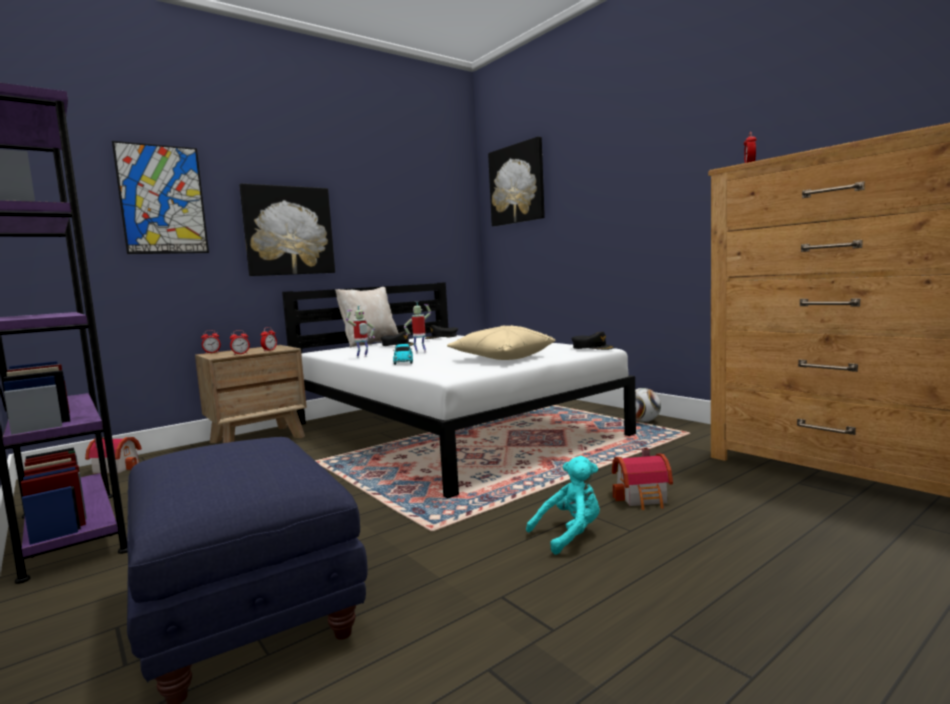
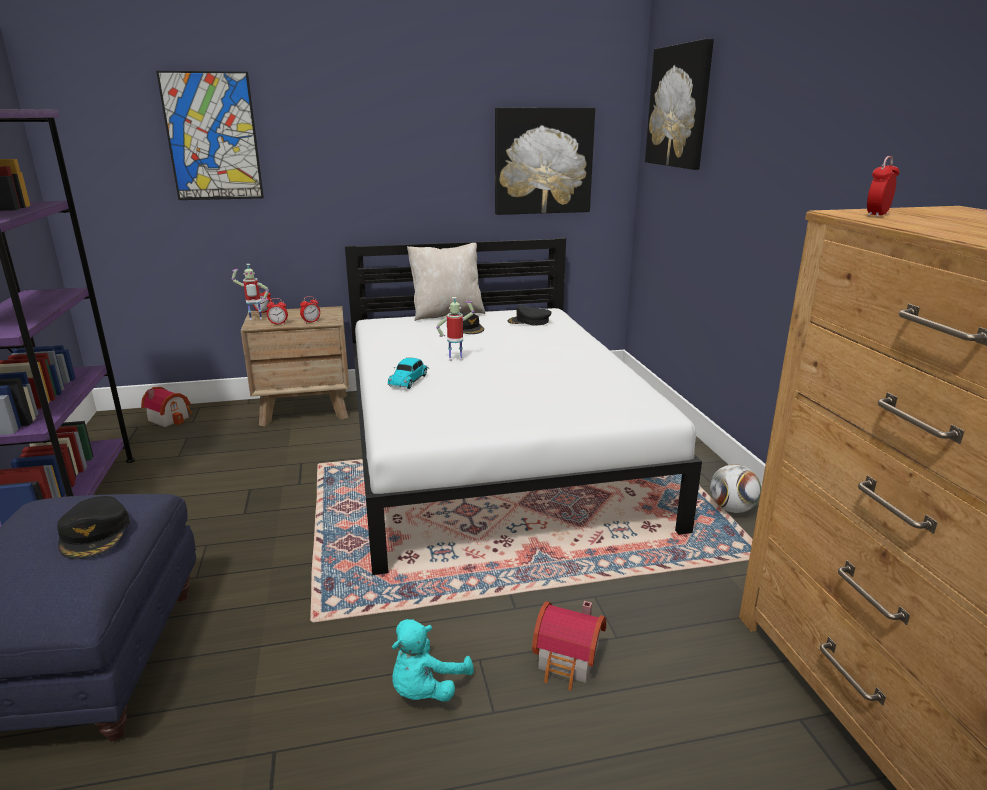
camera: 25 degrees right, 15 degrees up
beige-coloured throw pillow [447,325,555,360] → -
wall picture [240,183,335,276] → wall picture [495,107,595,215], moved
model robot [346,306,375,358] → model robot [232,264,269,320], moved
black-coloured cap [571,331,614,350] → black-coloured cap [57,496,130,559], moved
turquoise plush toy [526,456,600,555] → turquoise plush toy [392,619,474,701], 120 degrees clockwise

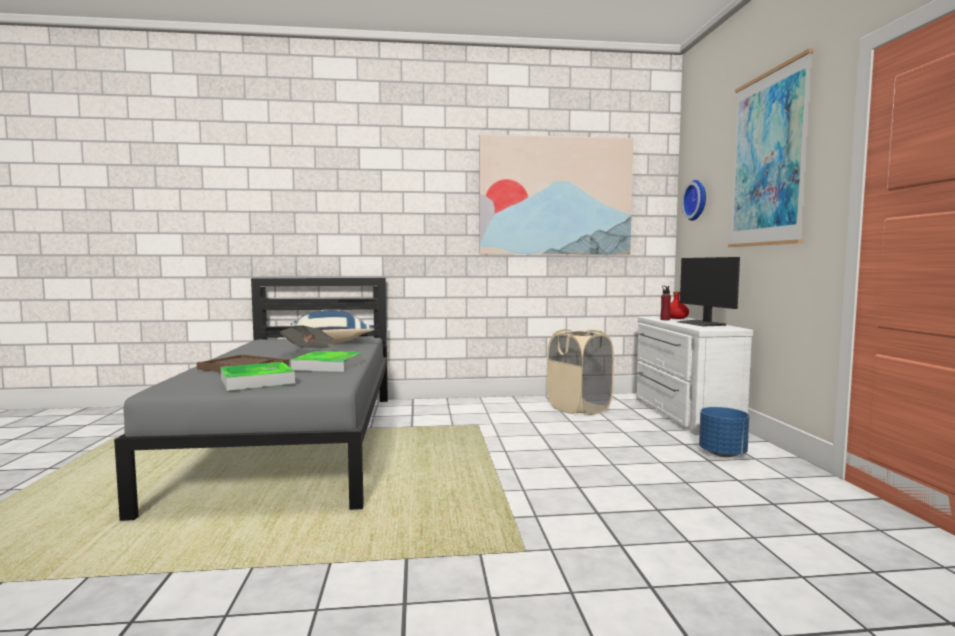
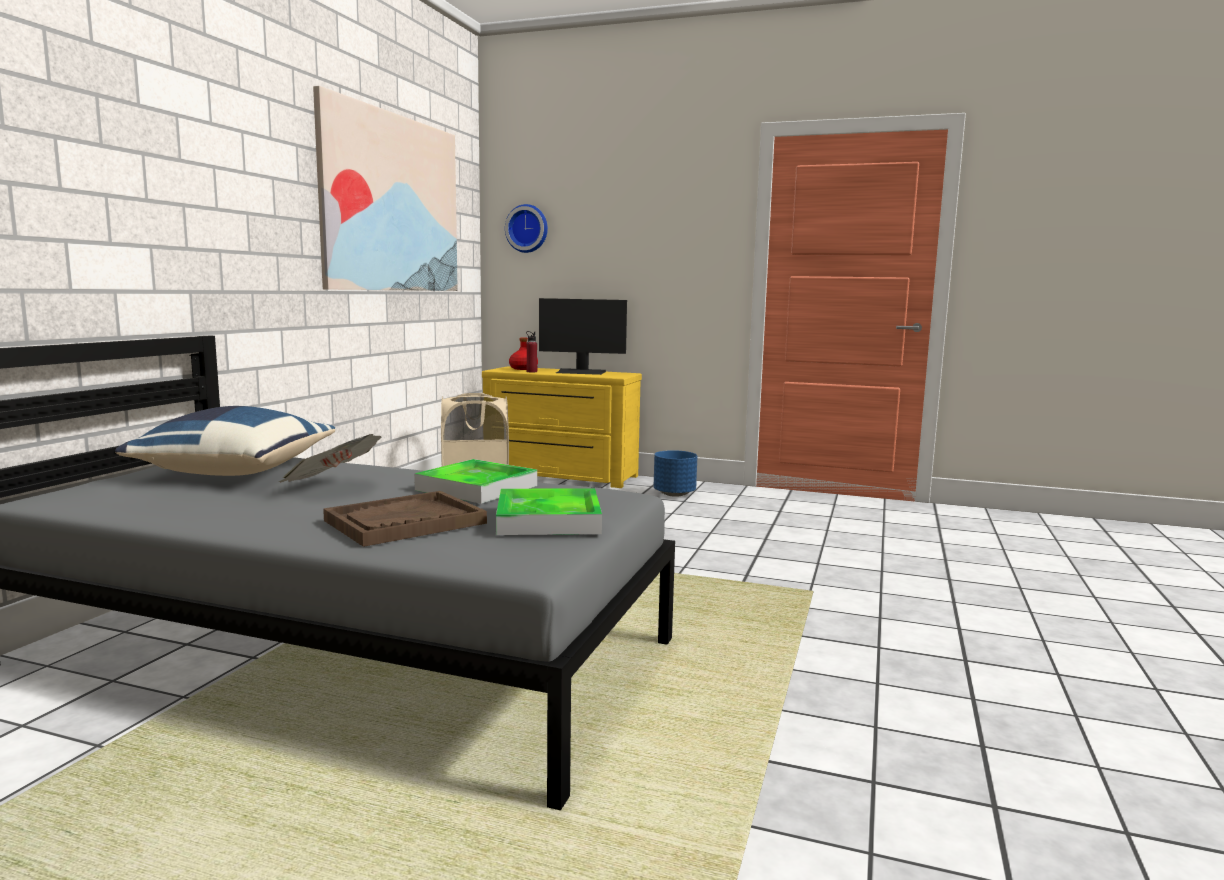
camera: 65 degrees left, 5 degrees up
wall picture [728,49,814,247] → -
whitish drawer chest [636,316,753,435] → yellow drawer chest [482,366,642,488]

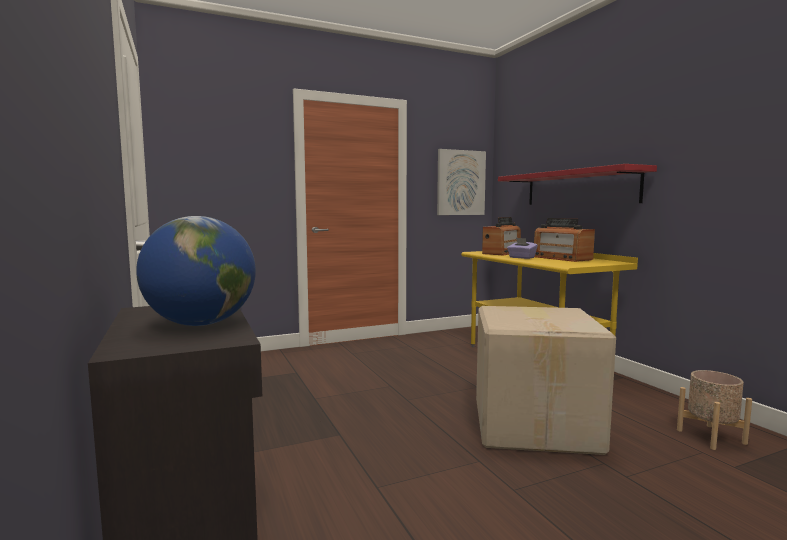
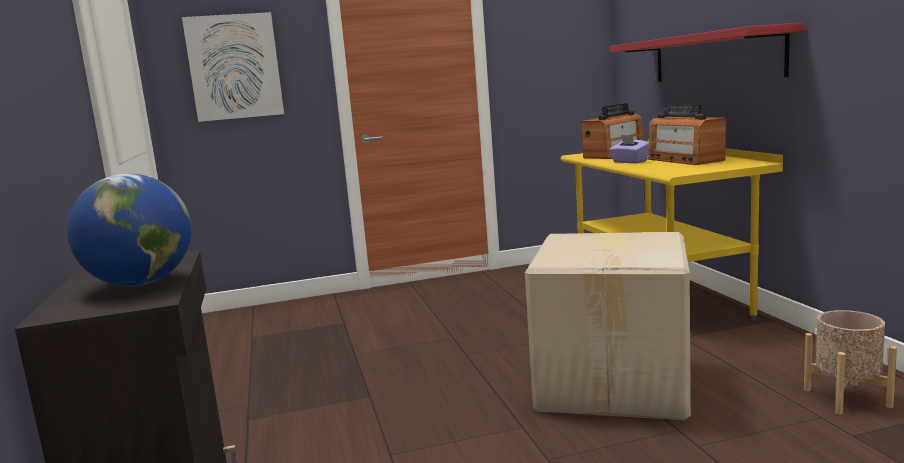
camera: 10 degrees right, 5 degrees up
wall picture [437,149,486,215] → wall picture [182,12,284,122], moved

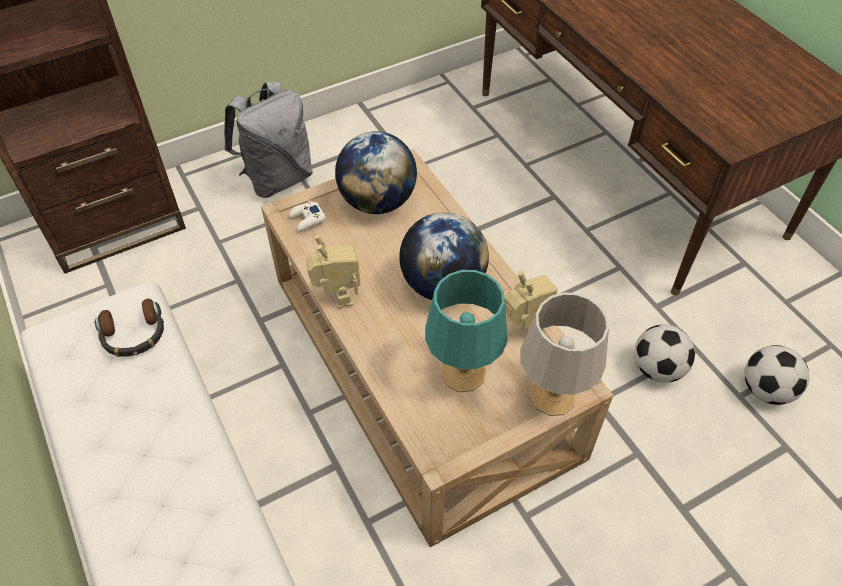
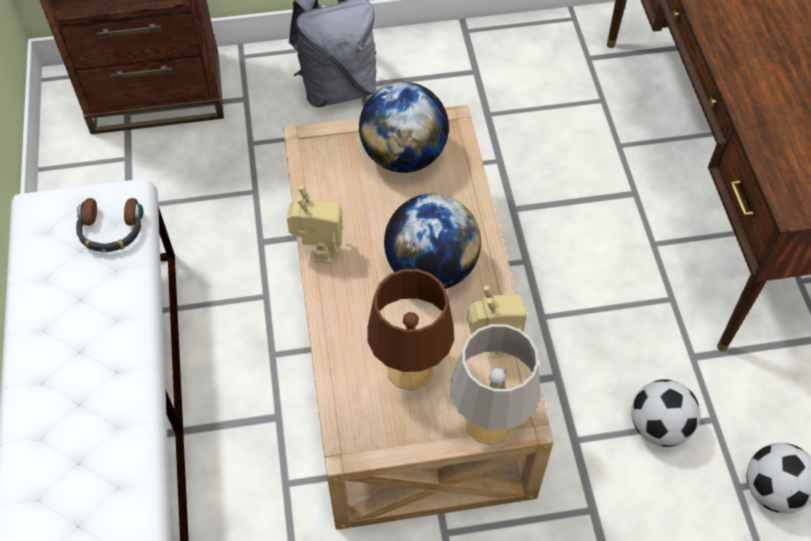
camera: 20 degrees right, 5 degrees up
whitish gamepad [289,201,326,232] → -
turquoise tabletop lamp [425,270,508,392] → brown-coloured tabletop lamp [367,269,454,391]

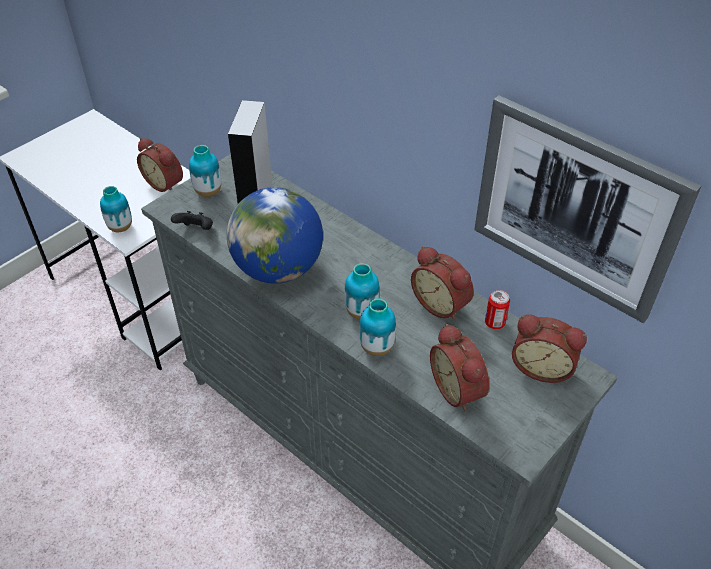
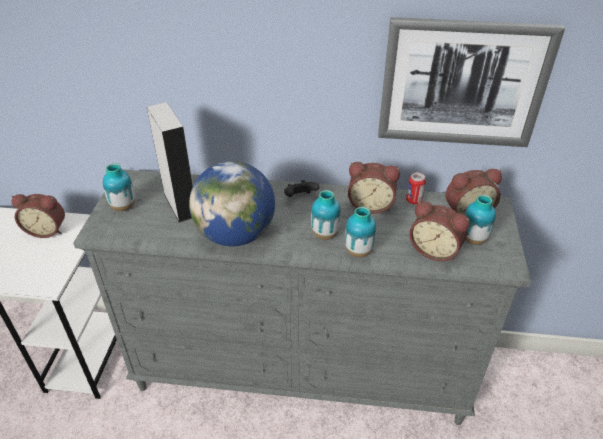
camera: 35 degrees left, 5 degrees down
vase [100,186,132,232] → vase [465,195,496,245], moved
black-coloured gamepad [171,211,213,230] → black-coloured gamepad [284,180,320,197], moved

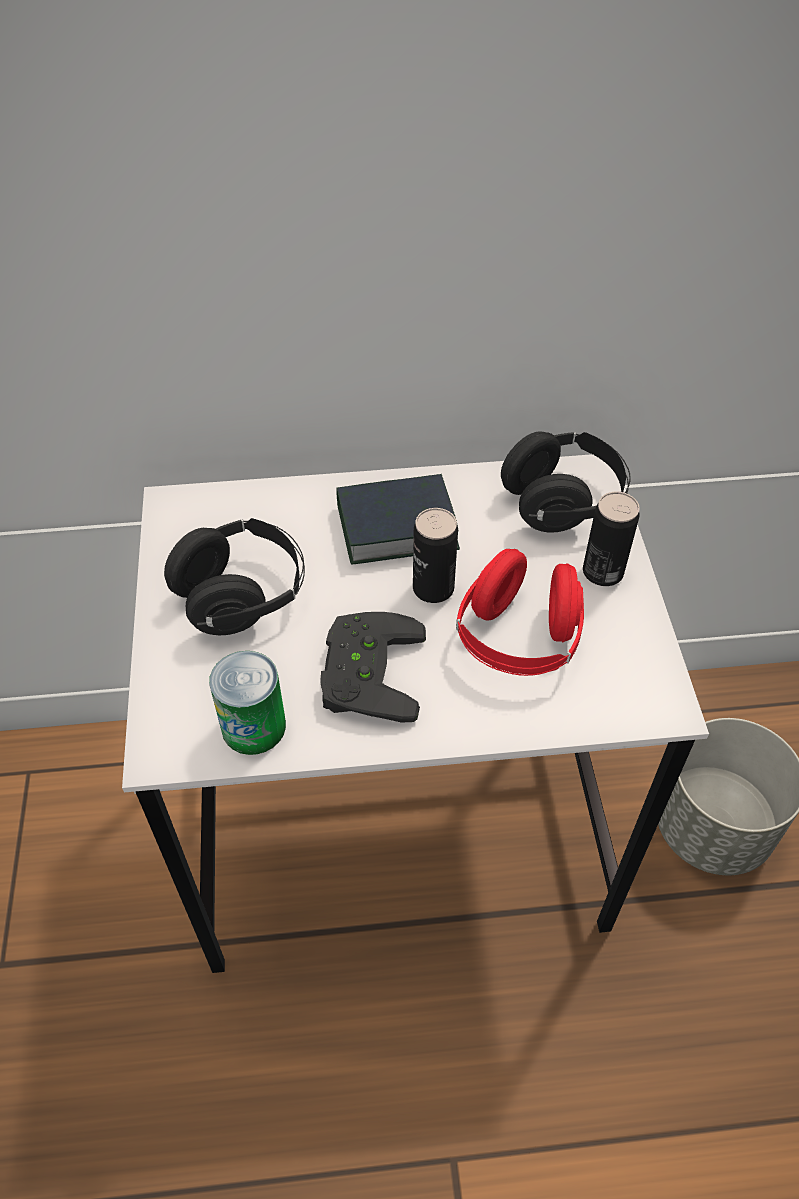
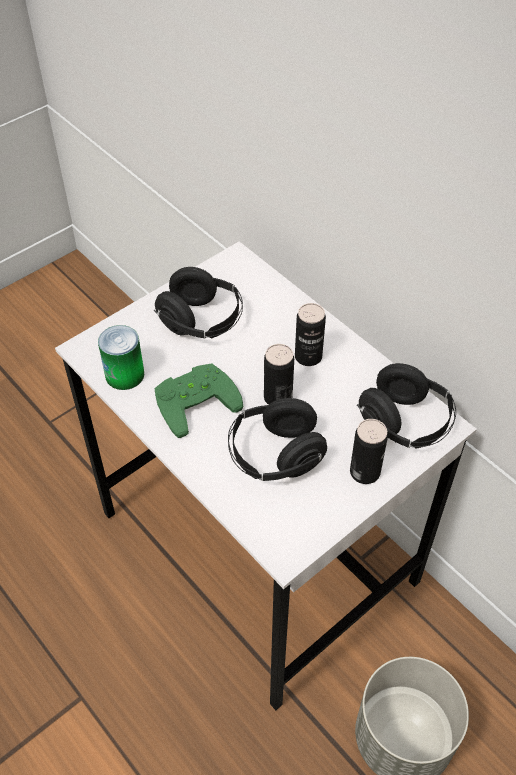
camera: 55 degrees right, 0 degrees up
book [336,474,460,564] → sealed can [295,303,326,366]
black-coloured gamepad [320,612,426,722] → greenish gamepad [155,363,243,438]
red pair of headphones [456,549,584,676] → black-coloured pair of headphones [228,398,327,481]

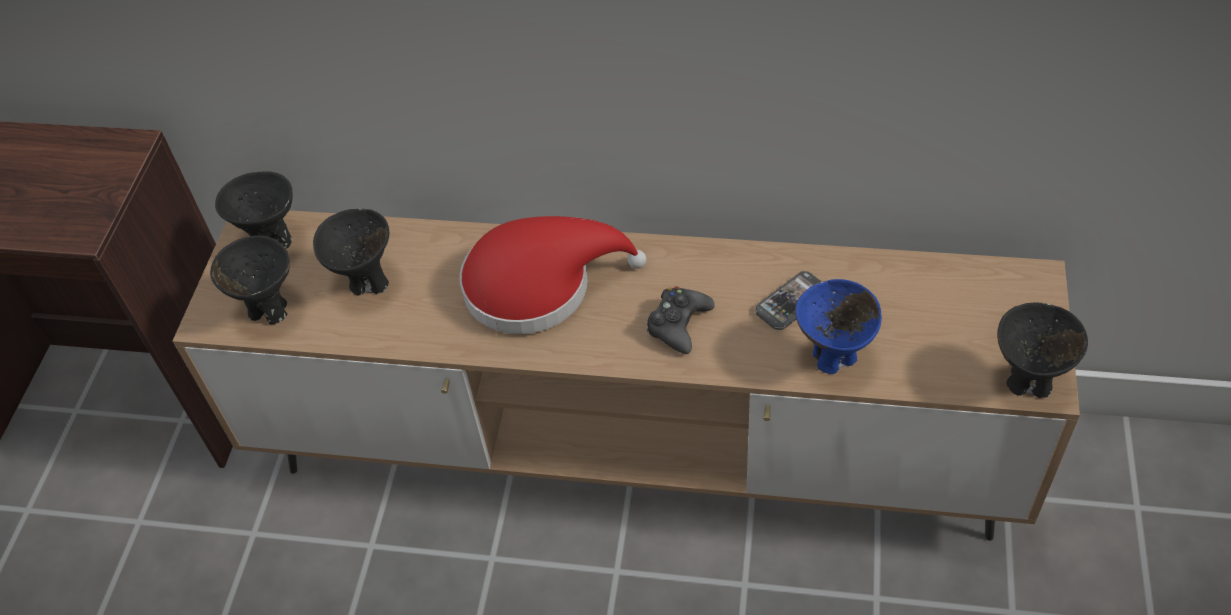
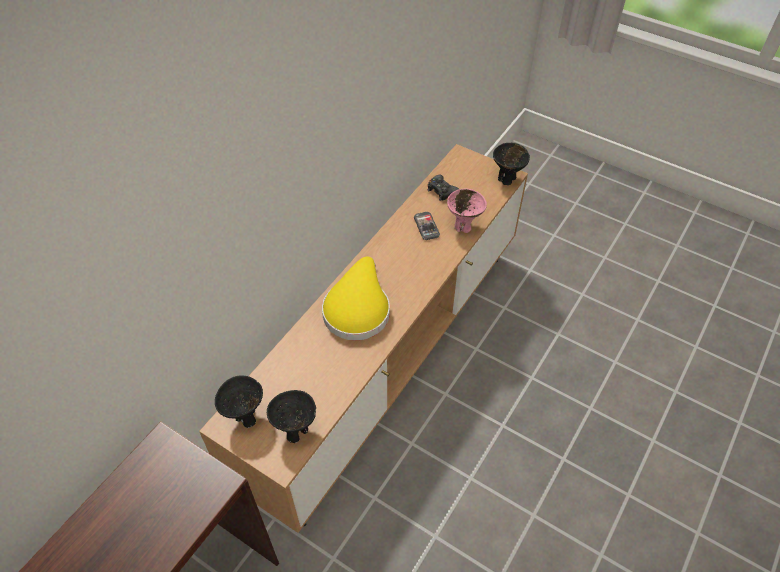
camera: 70 degrees left, 0 degrees up
black-coloured bowl [313,209,389,296] → -
black-coloured gamepad [647,286,715,354] → black-coloured gamepad [427,174,459,201], moved
red clothing hat [459,216,647,334] → yellow clothing hat [322,257,390,341]
bluish bowl [795,279,882,374] → pinkish bowl [447,188,487,233]

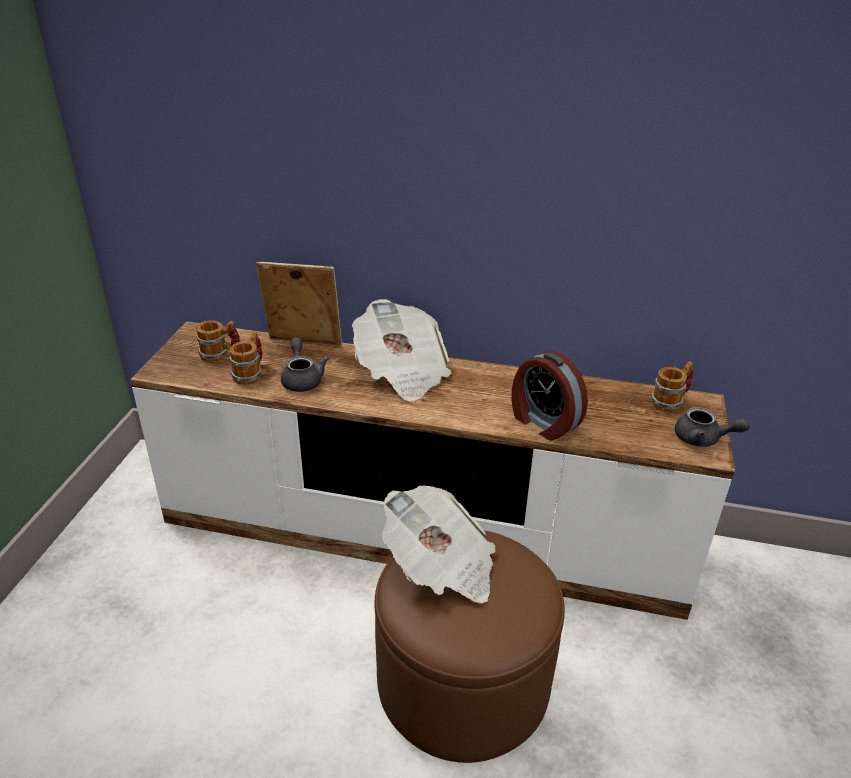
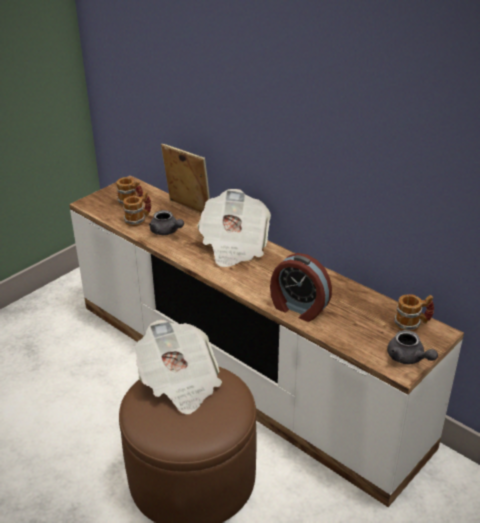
camera: 30 degrees right, 0 degrees up
gray pot for tea [281,337,329,392] → gray pot for tea [149,210,184,235], 120 degrees clockwise
alarm clock [512,351,588,441] → alarm clock [270,253,332,322], 45 degrees counterclockwise

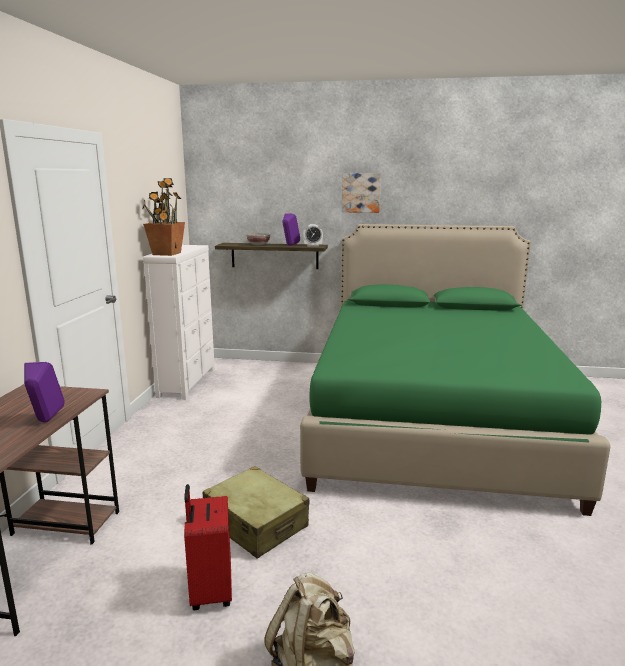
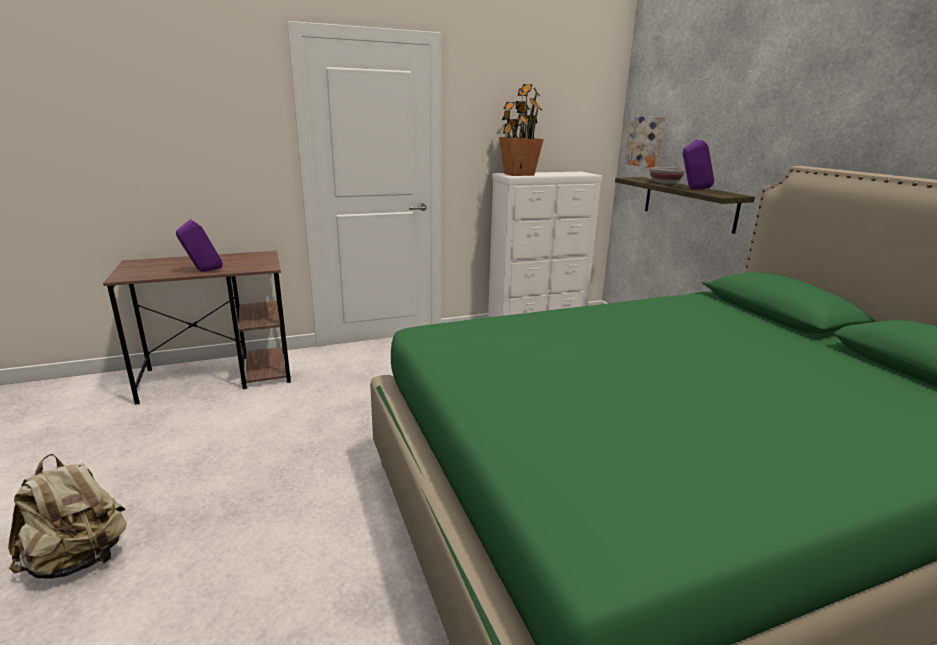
camera: 60 degrees right, 5 degrees up
red suitcase [184,484,232,610] → -
beige-coloured suitcase [203,466,309,559] → -
alarm clock [303,224,323,247] → -
wall picture [342,173,381,213] → wall picture [625,116,665,168], moved

